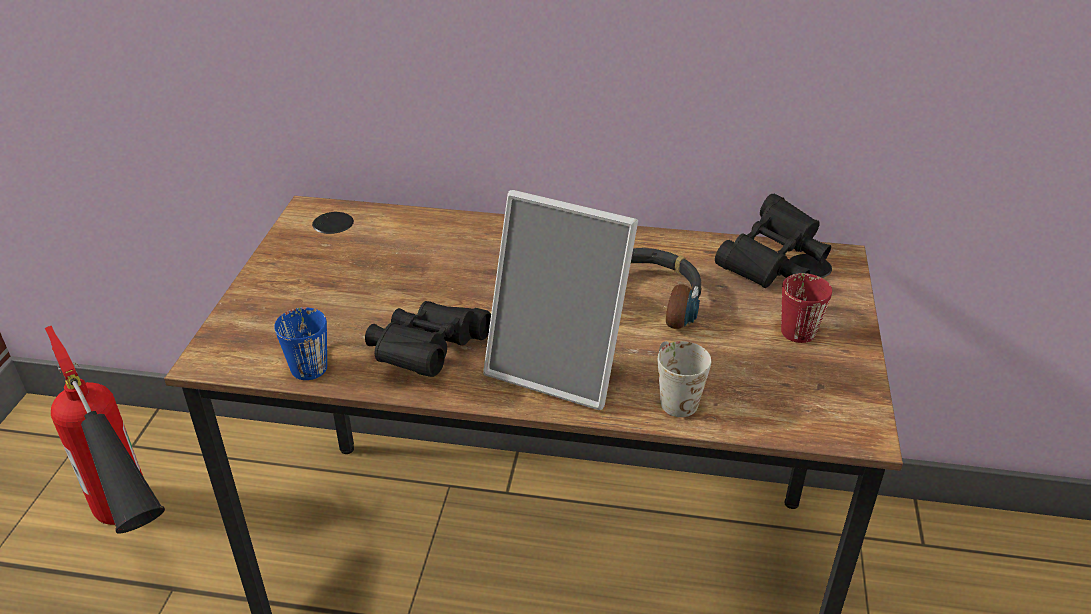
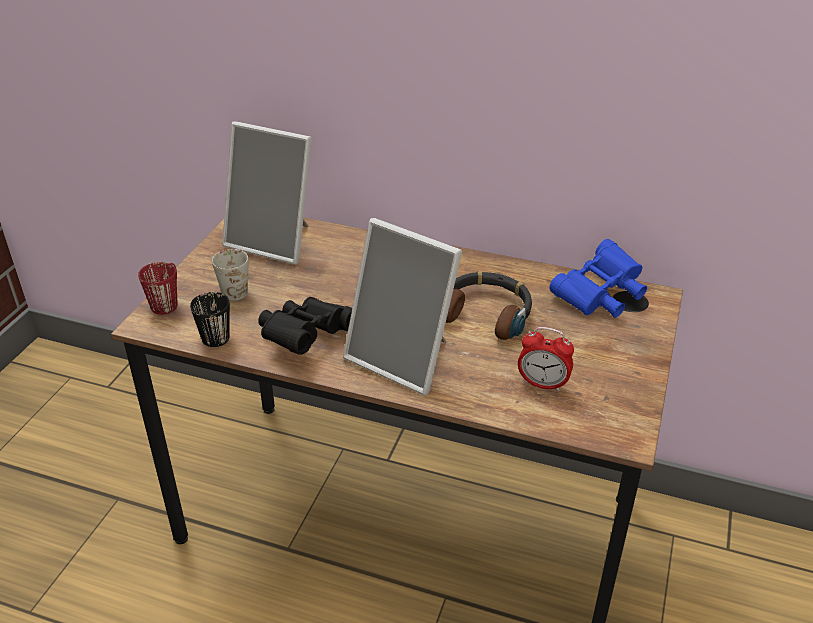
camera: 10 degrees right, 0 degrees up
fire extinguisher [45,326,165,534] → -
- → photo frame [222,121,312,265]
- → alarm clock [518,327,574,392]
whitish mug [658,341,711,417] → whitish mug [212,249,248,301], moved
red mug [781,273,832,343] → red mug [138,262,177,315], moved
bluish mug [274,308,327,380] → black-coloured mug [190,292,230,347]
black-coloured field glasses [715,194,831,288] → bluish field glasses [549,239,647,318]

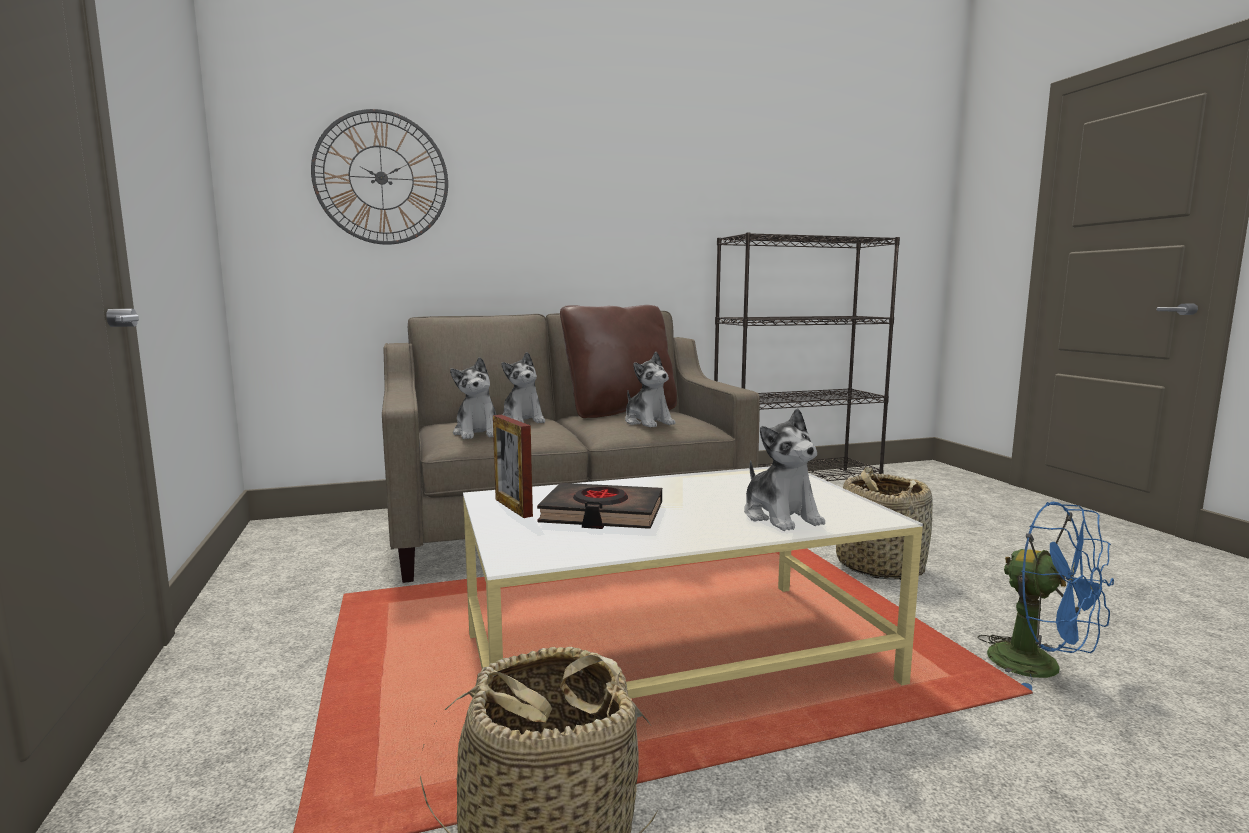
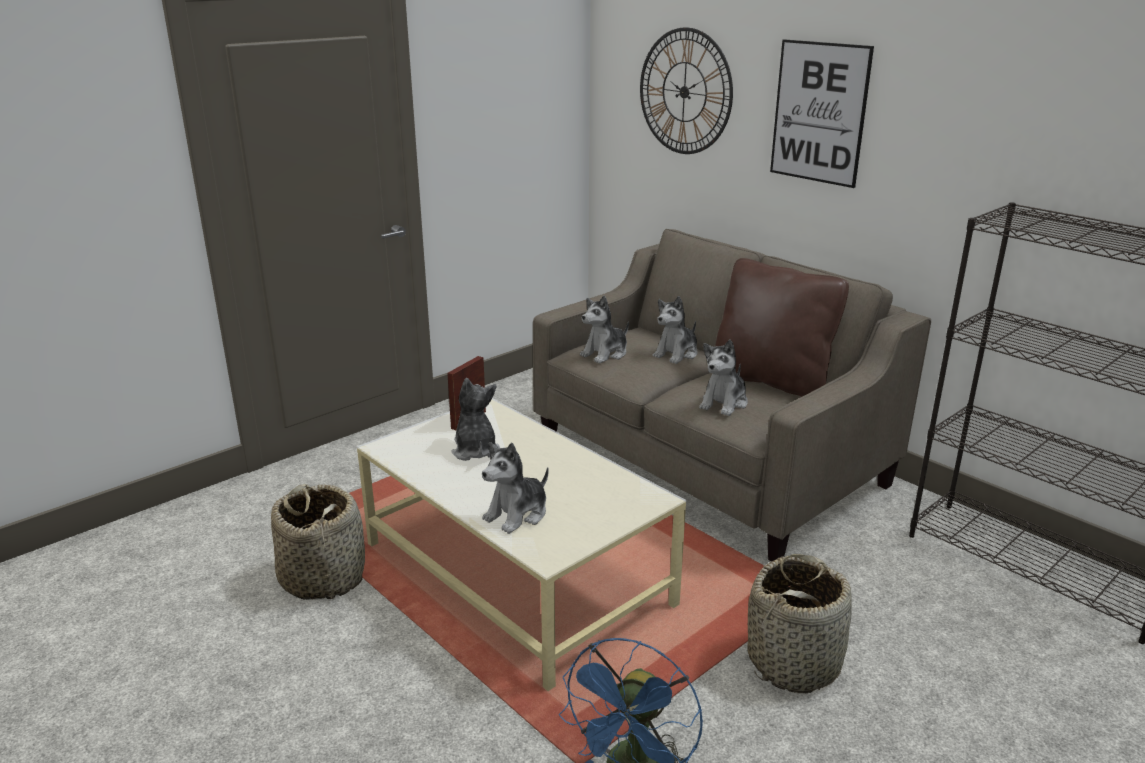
camera: 65 degrees right, 15 degrees up
- → wall picture [770,39,874,188]
black-coloured book [537,483,662,529] → plush toy [451,378,500,461]

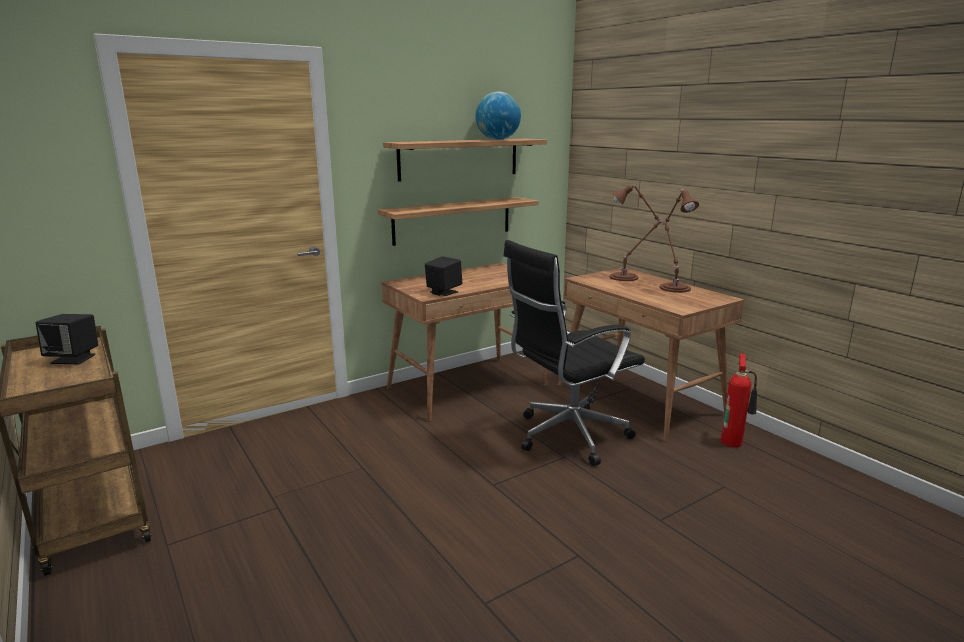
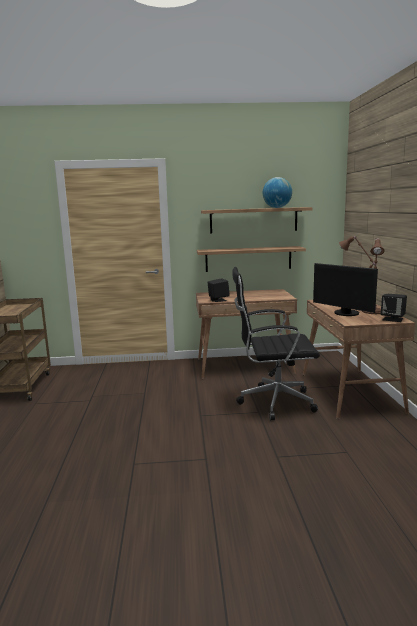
camera: 30 degrees right, 5 degrees down
fire extinguisher [721,354,757,447] → -
- → computer display [313,263,378,316]
black-coloured loudspeaker [36,314,98,364] → black-coloured loudspeaker [381,294,407,322], moved

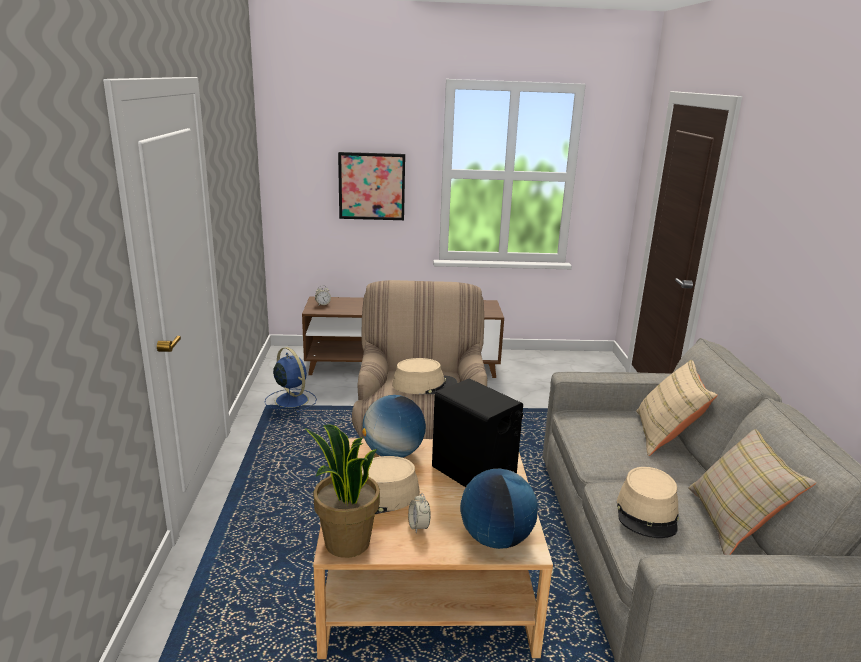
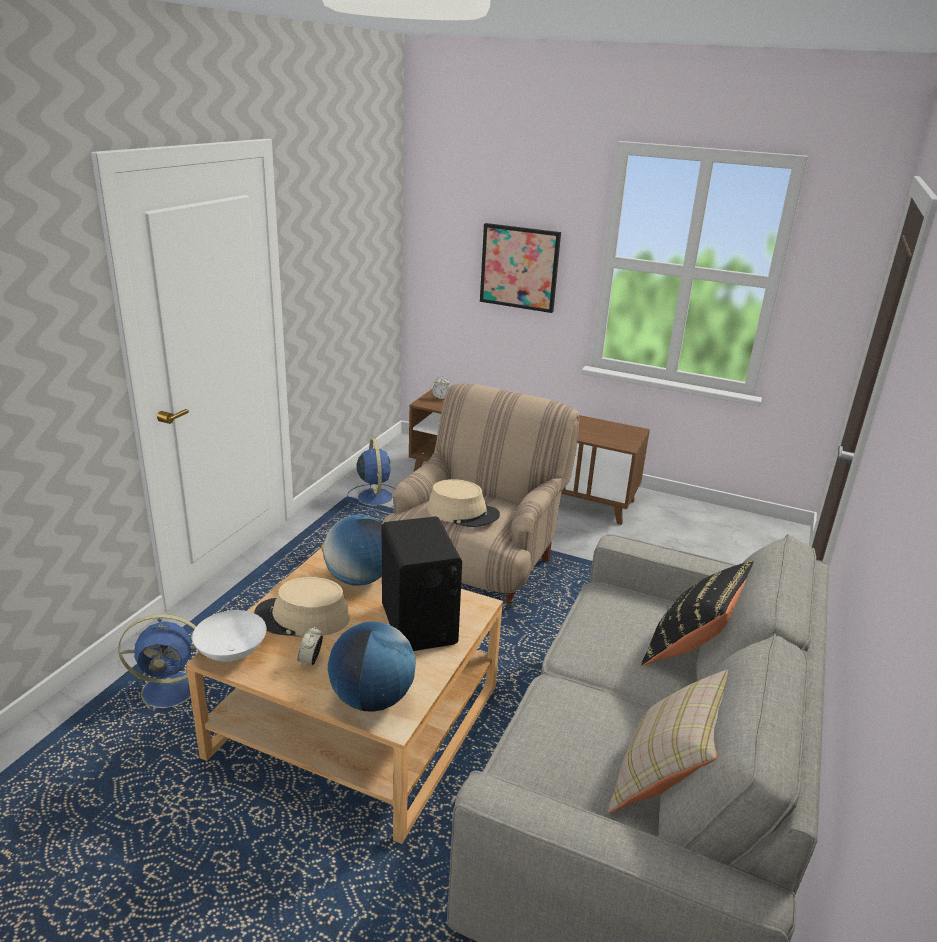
camera: 25 degrees right, 5 degrees up
beige-coloured clothing hat [616,467,679,538] → -
- → bluish electric fan [118,614,213,716]
houseplant [305,424,380,558] → whitish bowl [192,610,266,662]
beige-coloured throw pillow [636,360,718,456] → black-coloured throw pillow [641,560,754,666]

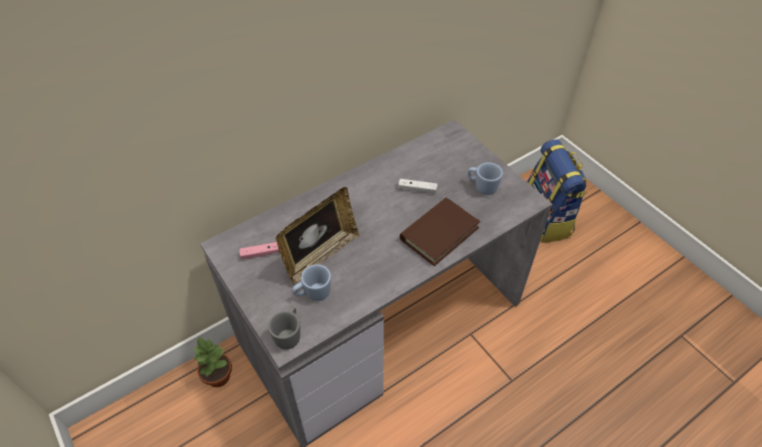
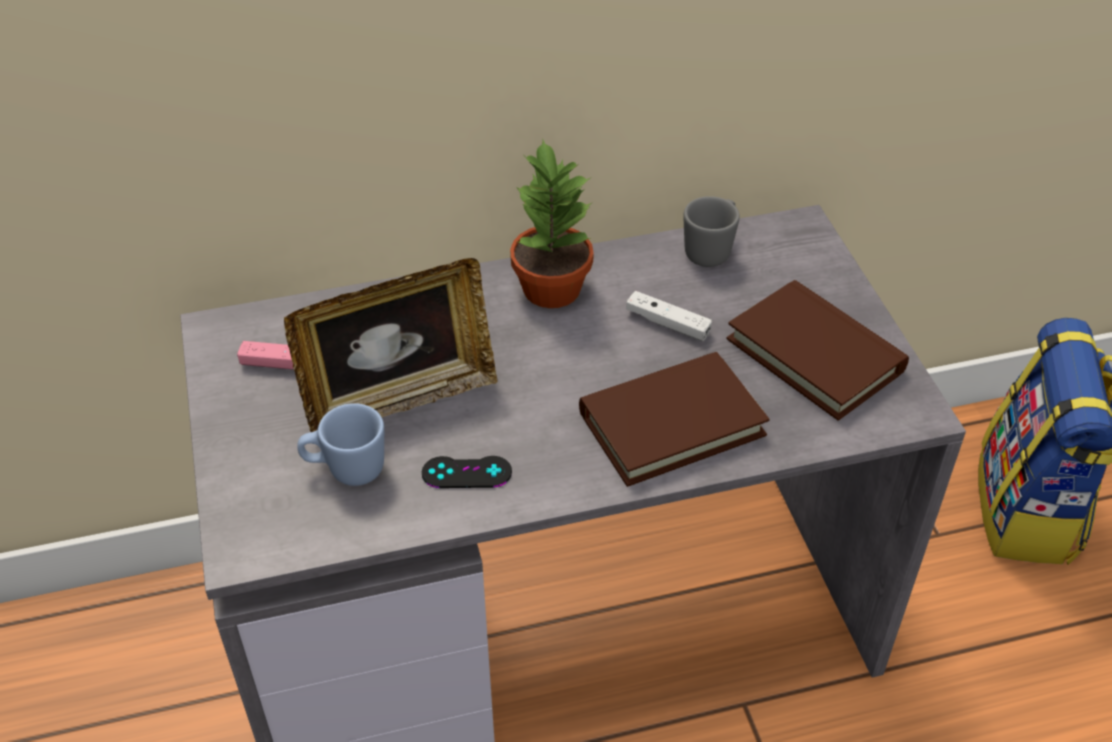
camera: 20 degrees right, 5 degrees down
- → black-coloured gamepad [422,456,512,488]
houseplant [194,336,232,387] → houseplant [510,140,594,308], moved
gray mug [268,307,300,349] → gray mug [683,196,740,267], moved
bluish mug [468,162,503,195] → brown-coloured book [726,280,909,421]

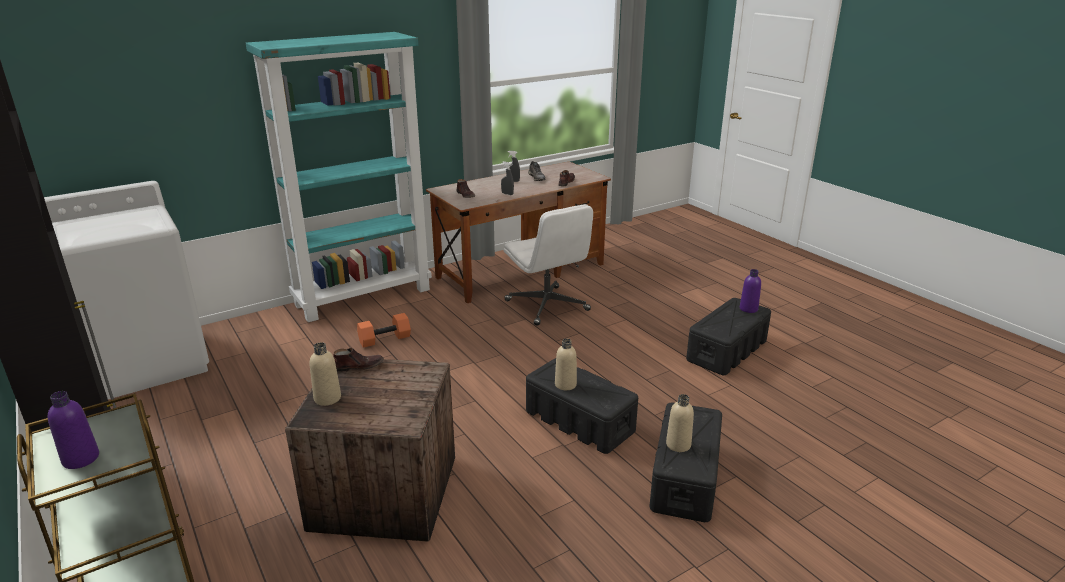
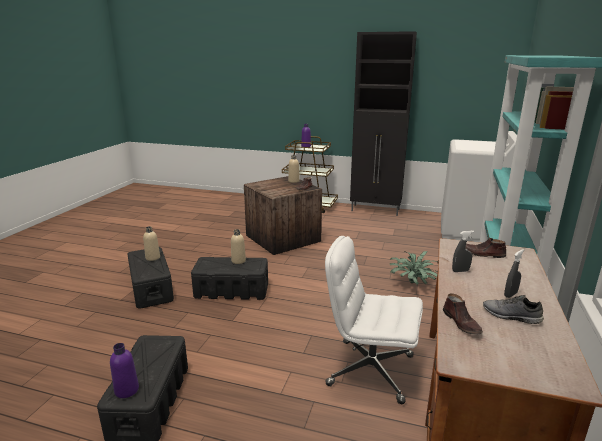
camera: 140 degrees right, 5 degrees down
orange-coloured hand weight [357,313,411,348] → houseplant [390,251,437,285]

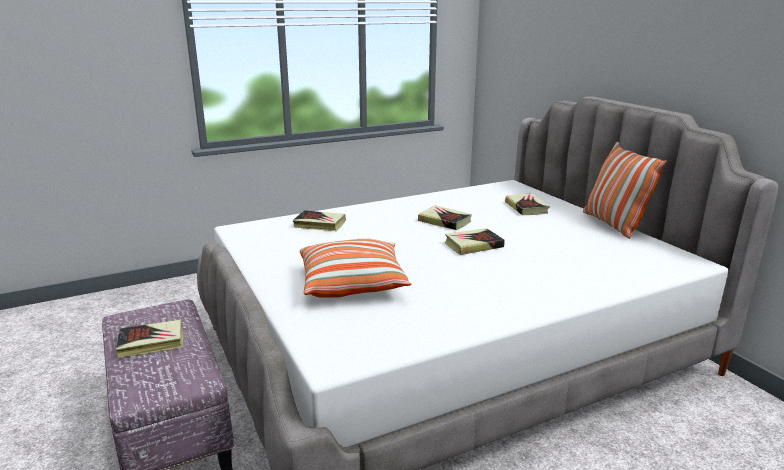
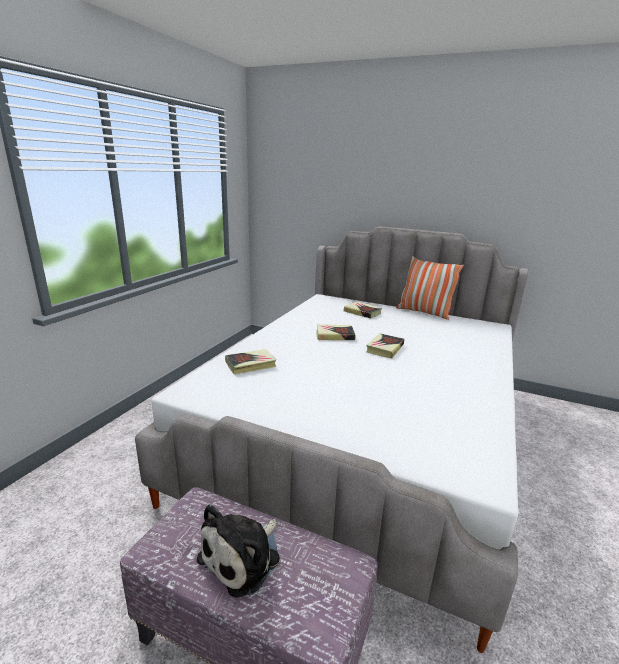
camera: 40 degrees left, 0 degrees up
throw pillow [300,239,411,298] → -
book [116,320,183,358] → plush toy [196,504,280,598]

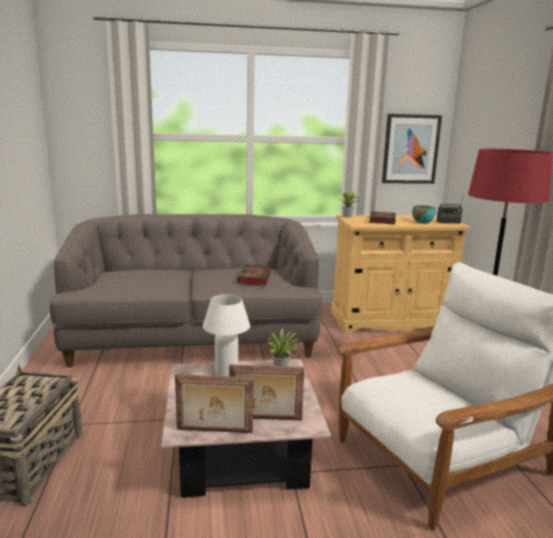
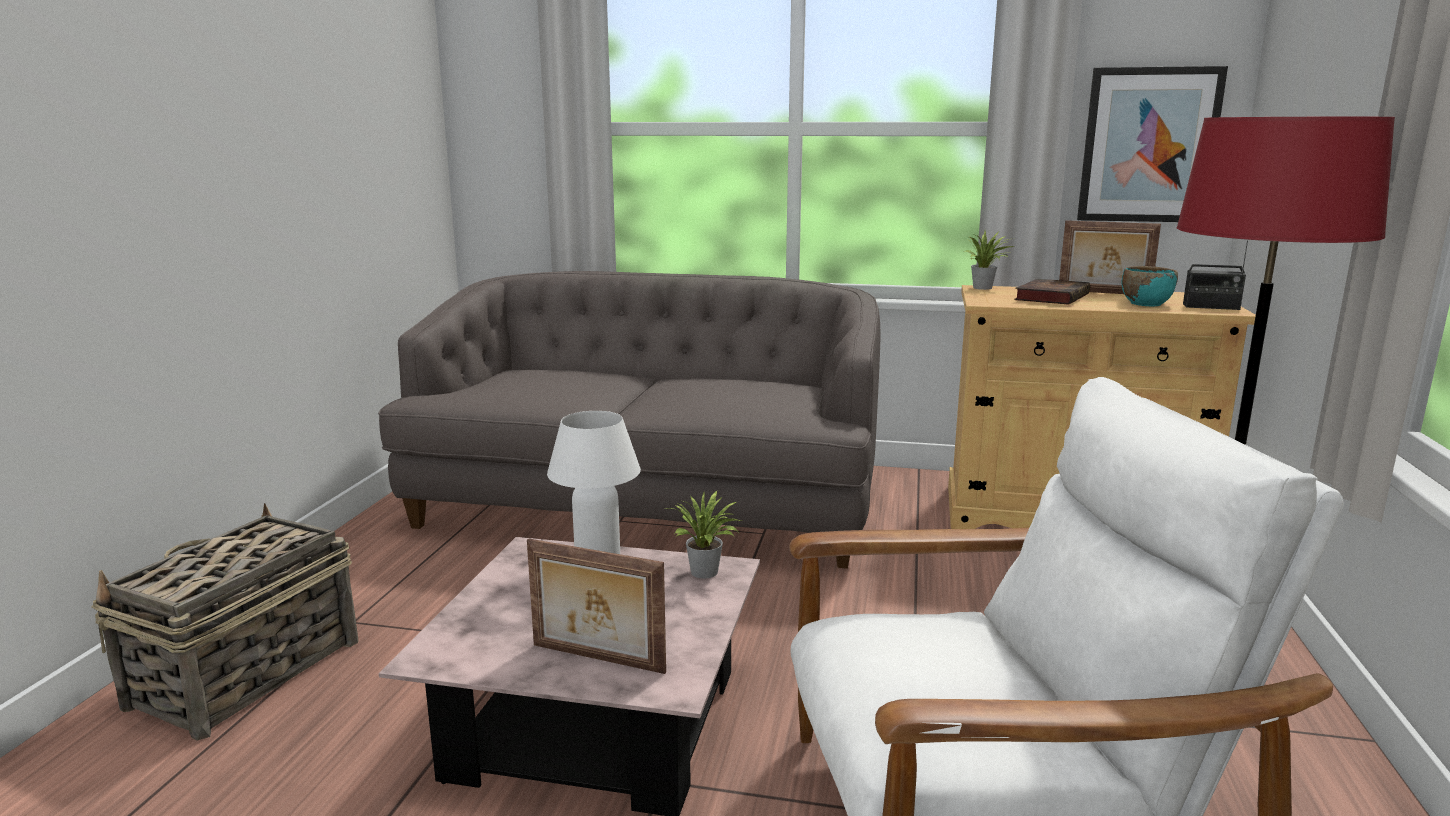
camera: 20 degrees right, 0 degrees up
book [237,265,271,285] → -
photo frame [175,374,254,433] → photo frame [1059,220,1161,294], moved

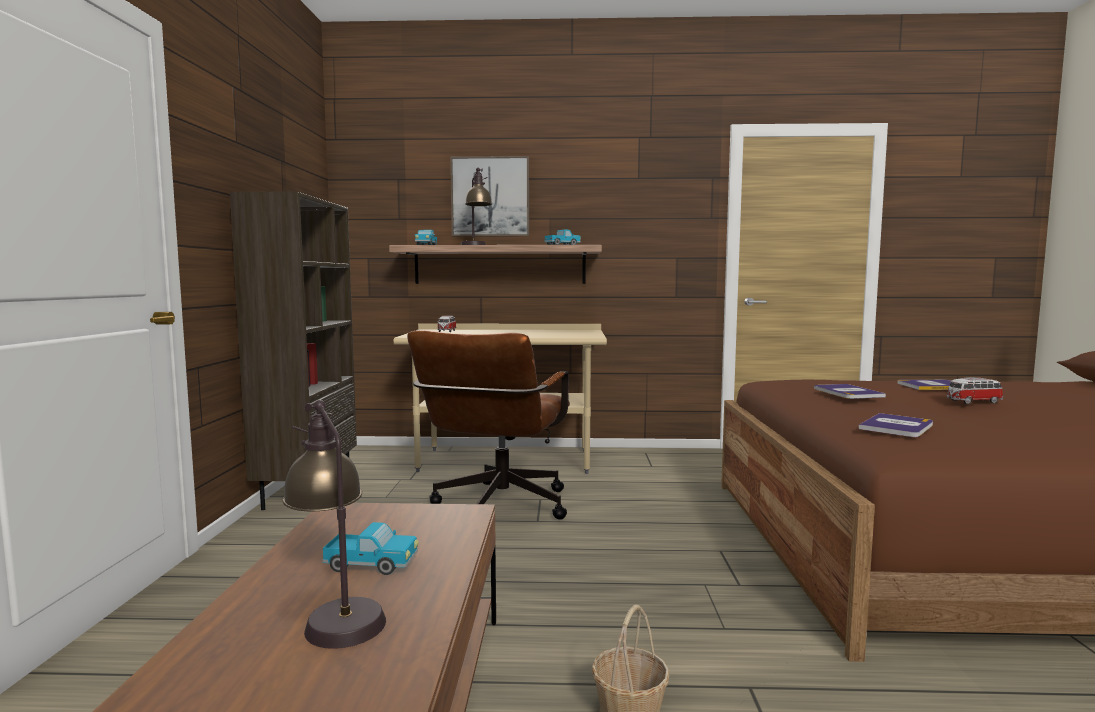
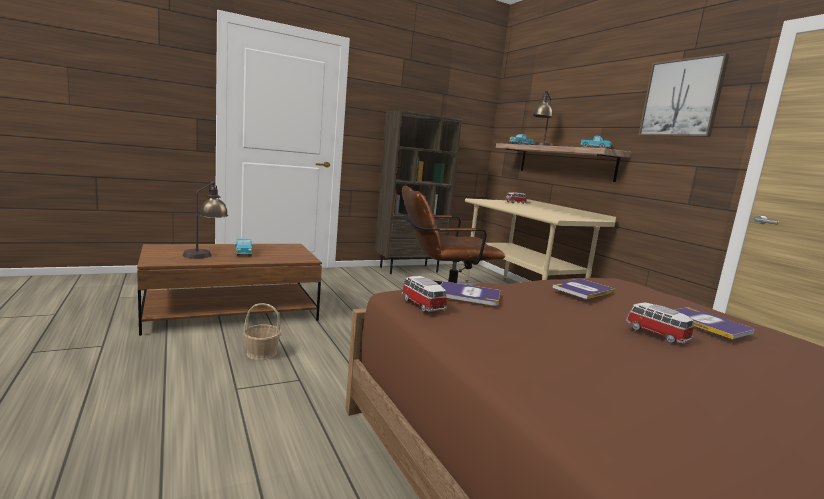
camera: 60 degrees right, 5 degrees up
- → miniature car [402,276,447,312]
wall picture [450,156,529,237] → wall picture [639,53,729,137], moved

